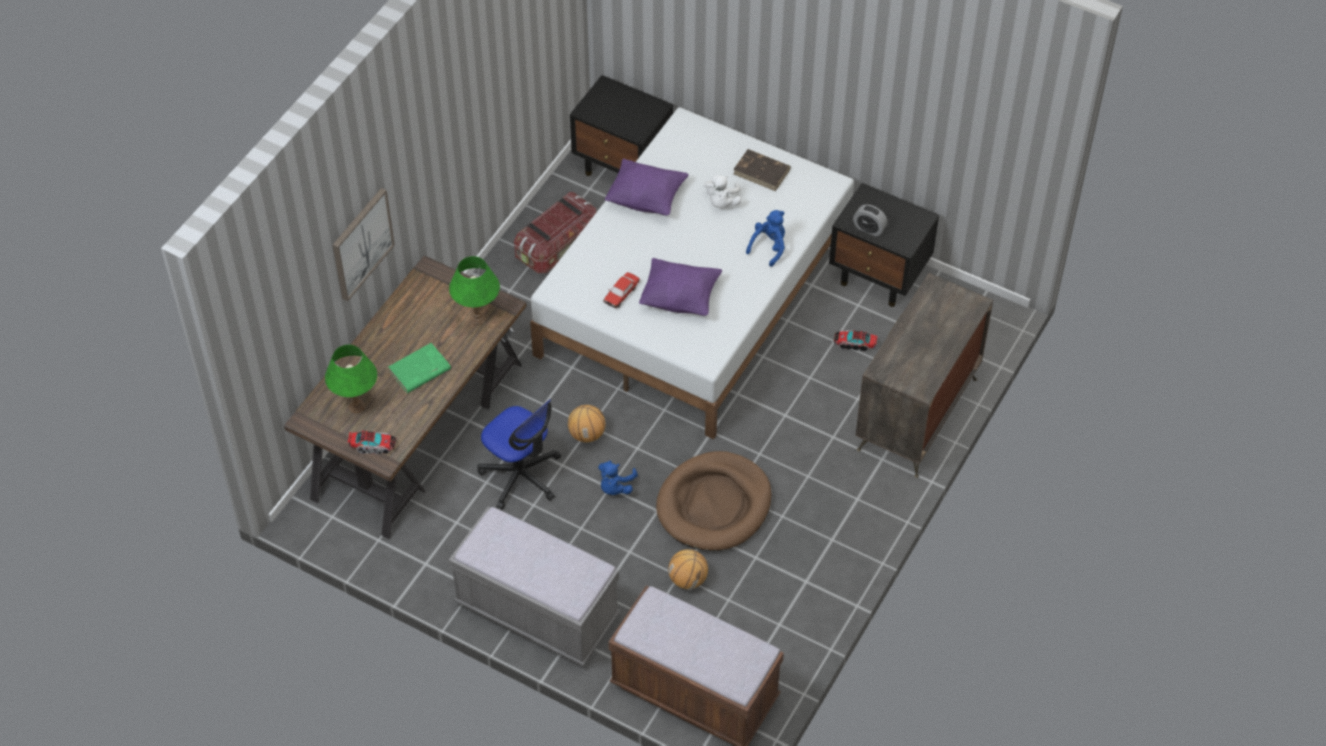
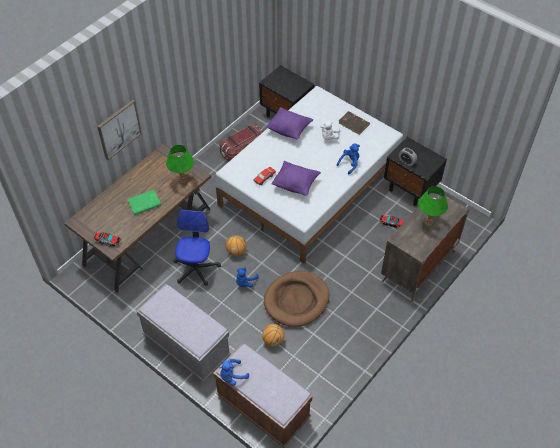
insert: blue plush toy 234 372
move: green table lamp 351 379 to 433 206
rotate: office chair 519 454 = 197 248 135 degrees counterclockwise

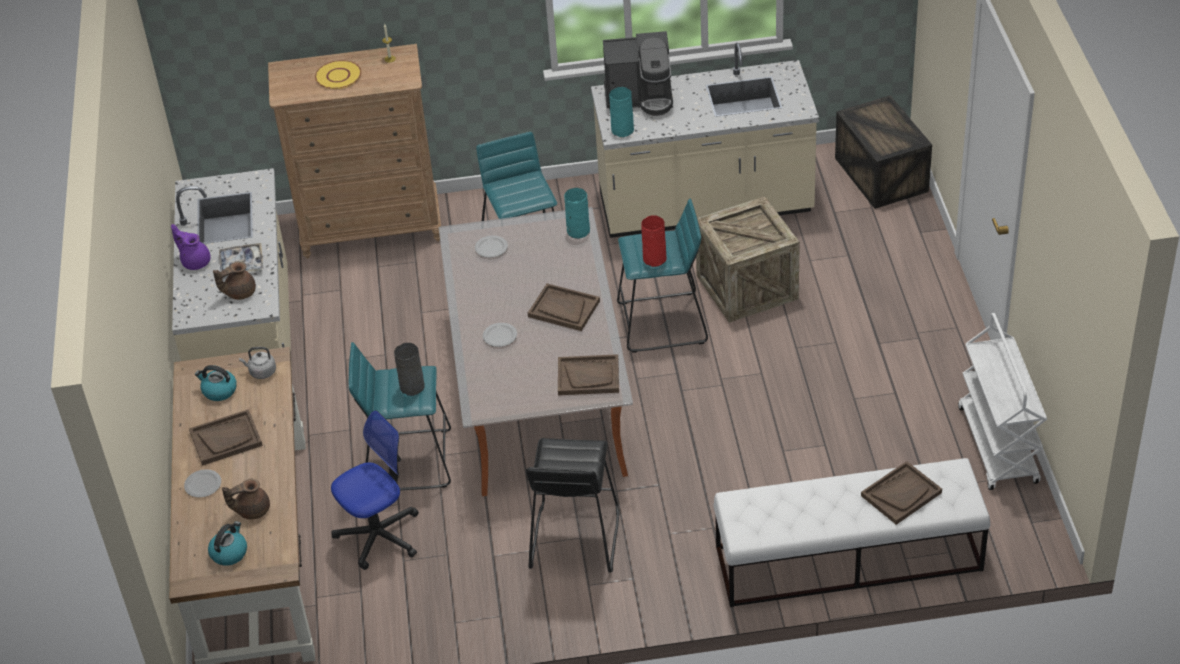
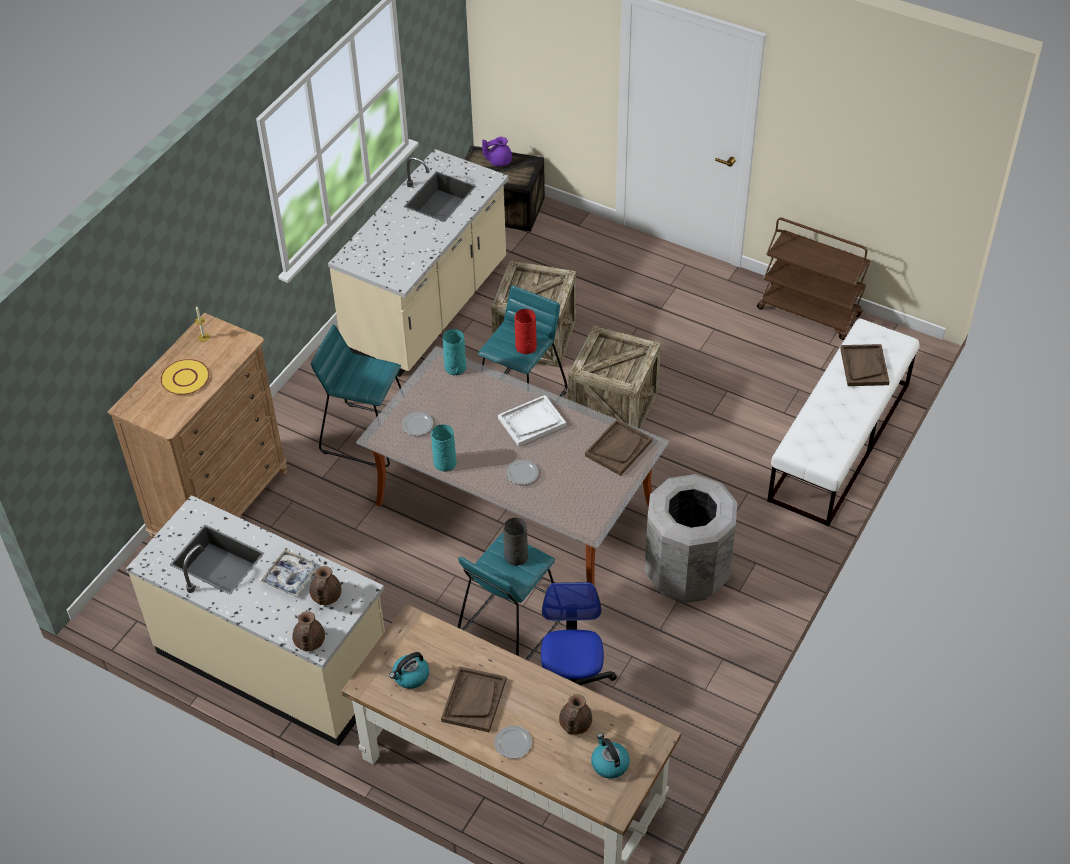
delete: coffee machine 638 73; grey kettle 257 363
insert: crate 614 377; brown teapot 309 631
move: turquoise vase 621 112 to 444 448; purple teapot 191 247 to 497 151
replace: black stool 573 505 to grey trash can 690 538
recolor: brown tray 564 307 to white tray 532 421; white cart 1002 401 to brown cart 814 278

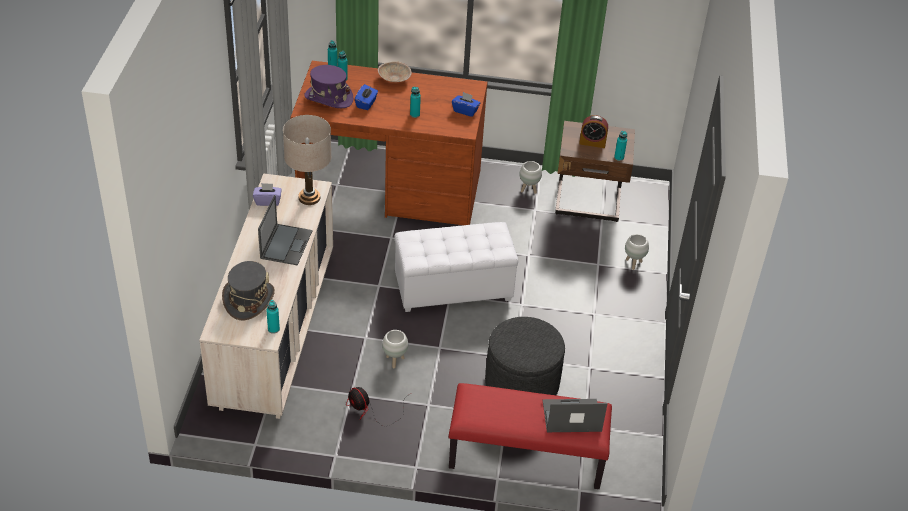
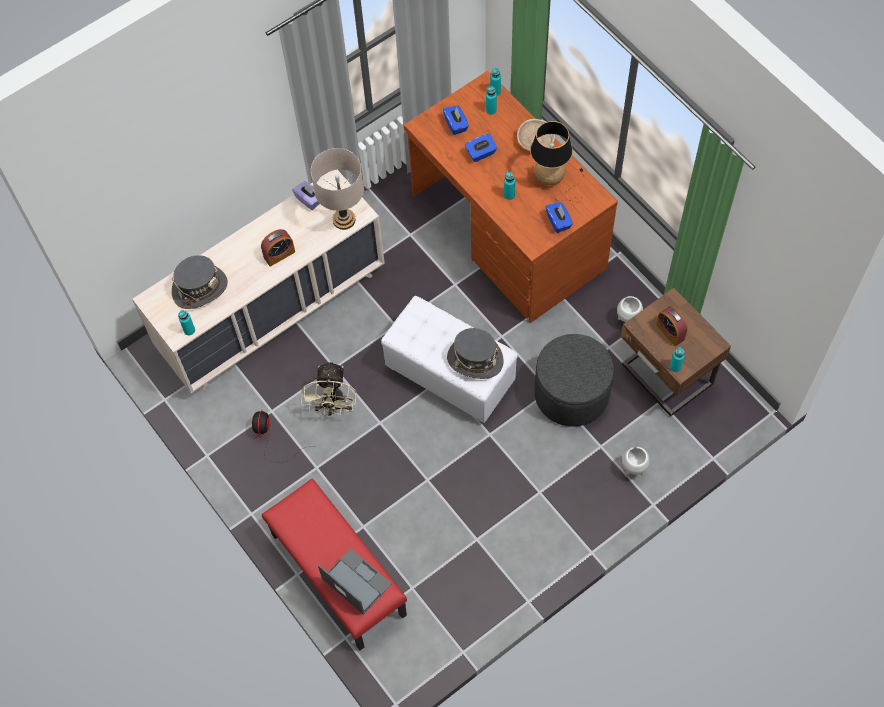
insert: table lamp 556 162; grey hat 475 353
move: grey ottoman 525 356 to 574 380
replace: purple hat 328 86 to blue tissue box 456 120; laptop 285 230 to alarm clock 278 247; white planter 395 349 to beige fan 329 388

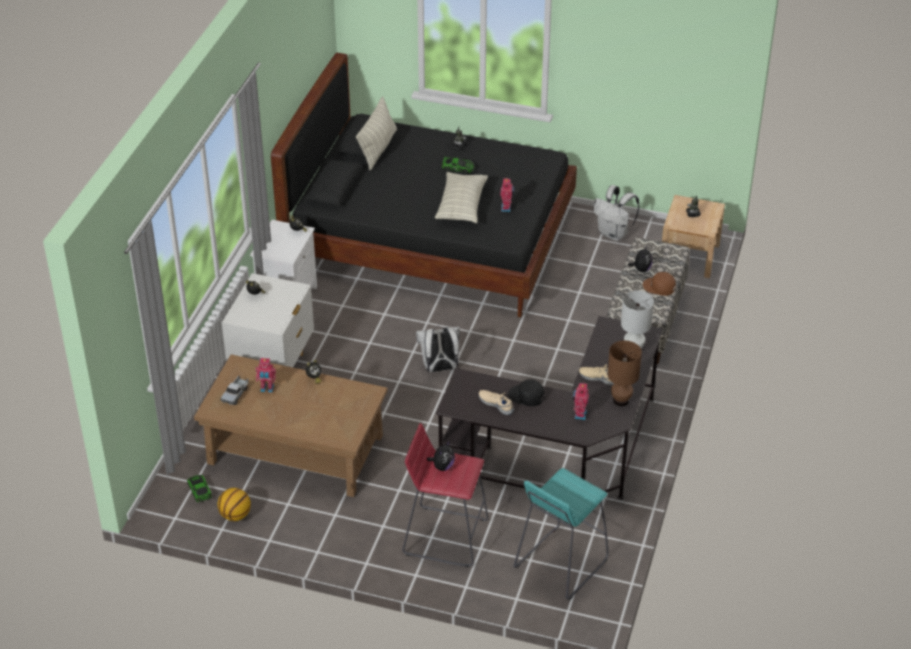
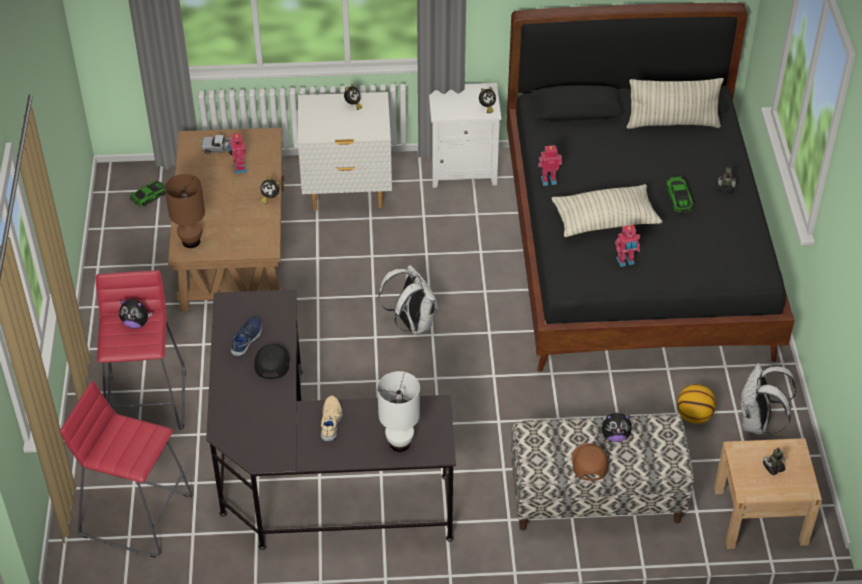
move: brown table lamp 625 373 to 185 211; toy robot 581 401 to 550 165; basketball 234 504 to 696 404
recolor: beige shoe 496 402 to blue shoe 246 336; turquoise stool 561 534 to red stool 126 469

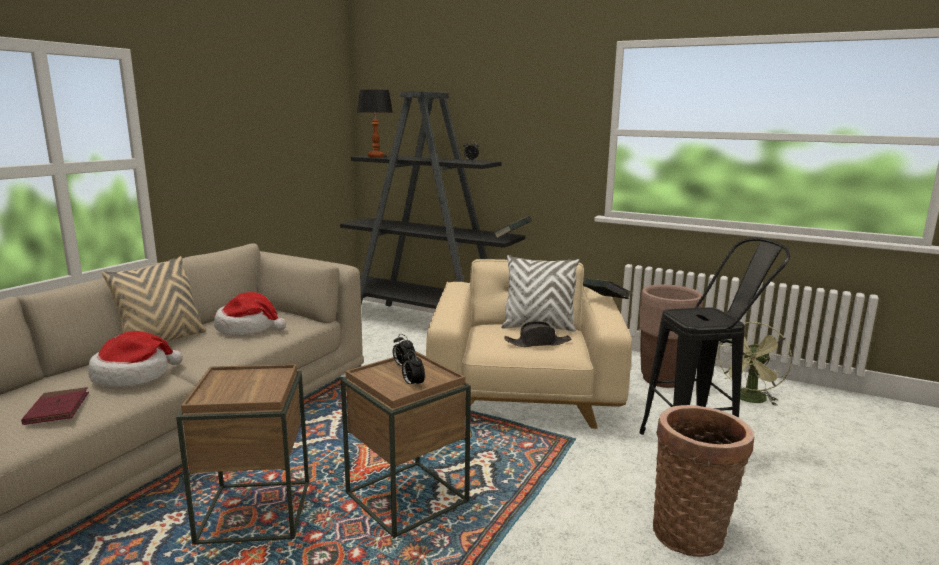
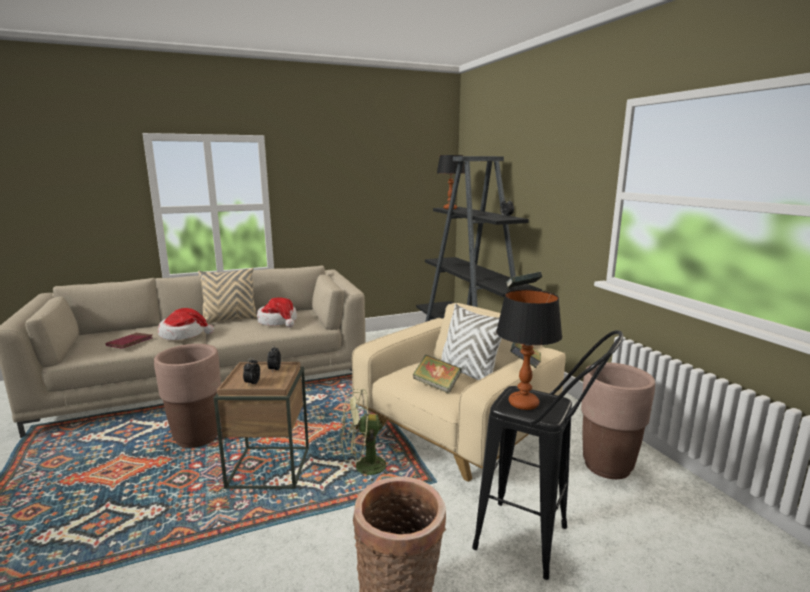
insert: table lamp 529 349
move: green fan 754 364 to 367 435
replace: black hat 537 334 to book 437 374; brown side table 242 454 to brown planter 187 396

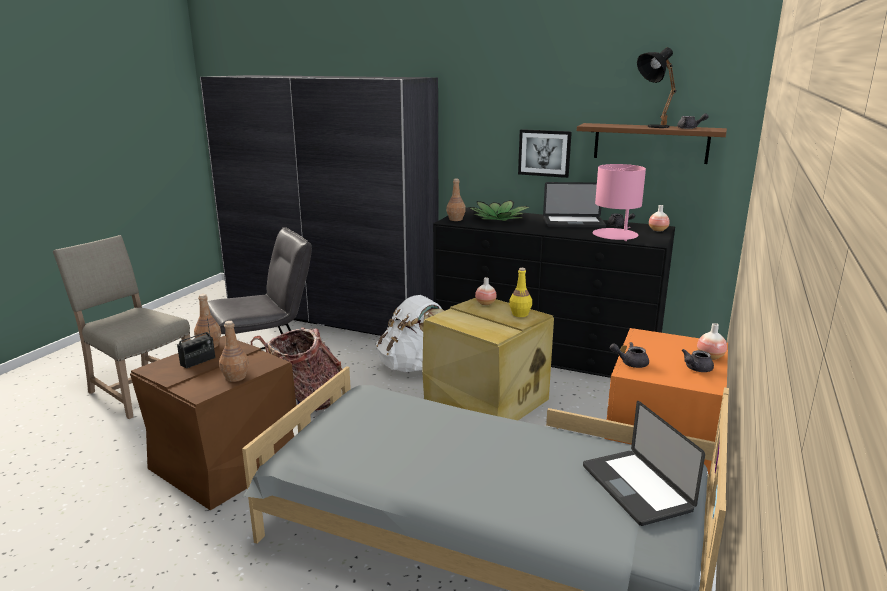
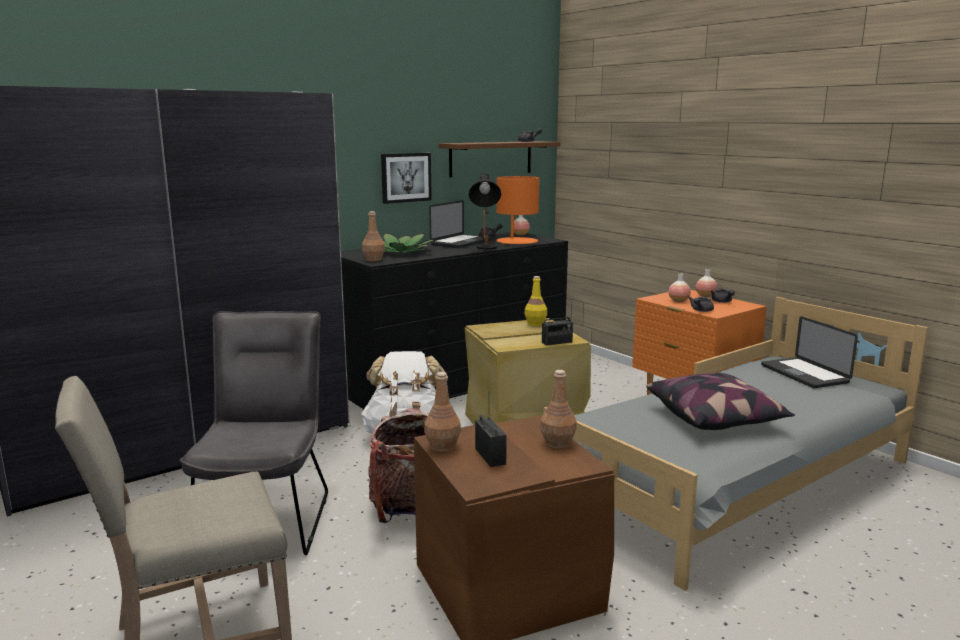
insert: radio 557 323; pillow 720 401
move: black table lamp 657 87 to 485 211; vase 485 291 to 679 288
recolor: pink table lamp 619 202 to orange table lamp 518 210
rotate: laptop 644 463 = 809 352 60 degrees clockwise

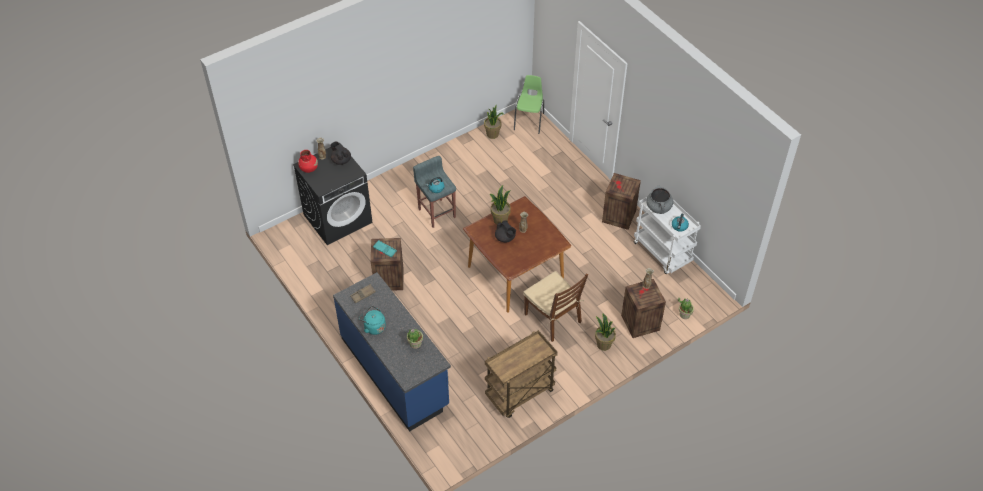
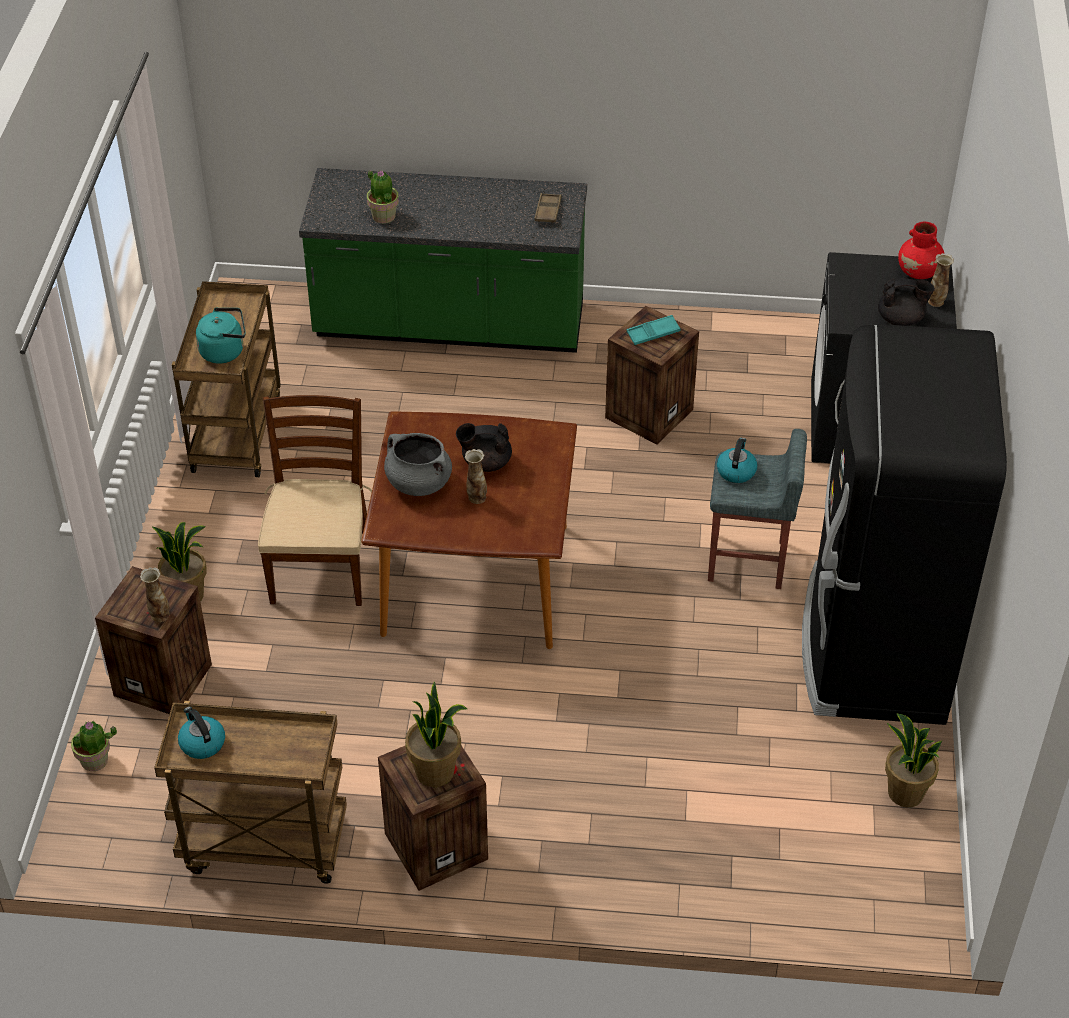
delete: green chair 529 104
insert: black fridge 904 524
move: potted plant 500 205 to 436 734; grey cooking pot 659 199 to 418 464; turquoise kettle 372 320 to 221 336
recolor: white cart 667 235 to brown cart 250 792; blue counter 392 351 to green counter 443 260
rotate: brown chair 556 306 = 315 500 90 degrees clockwise

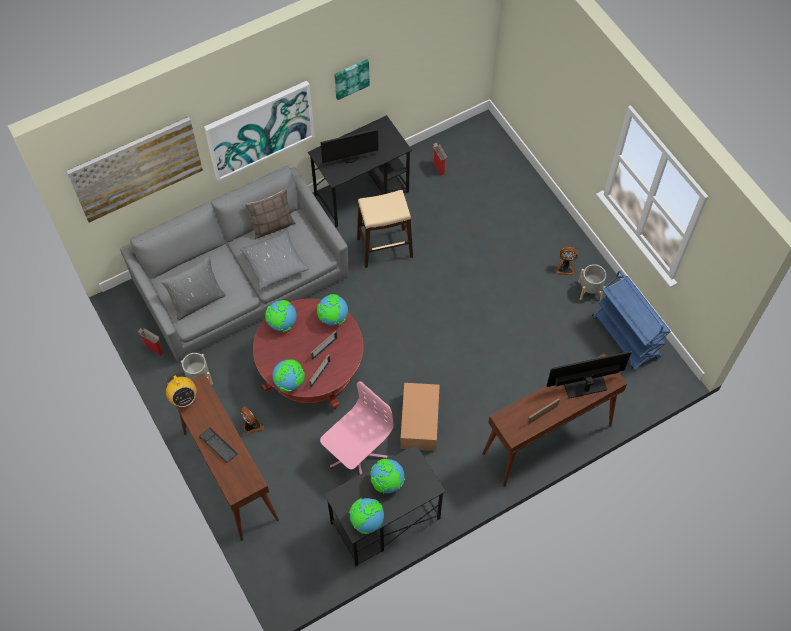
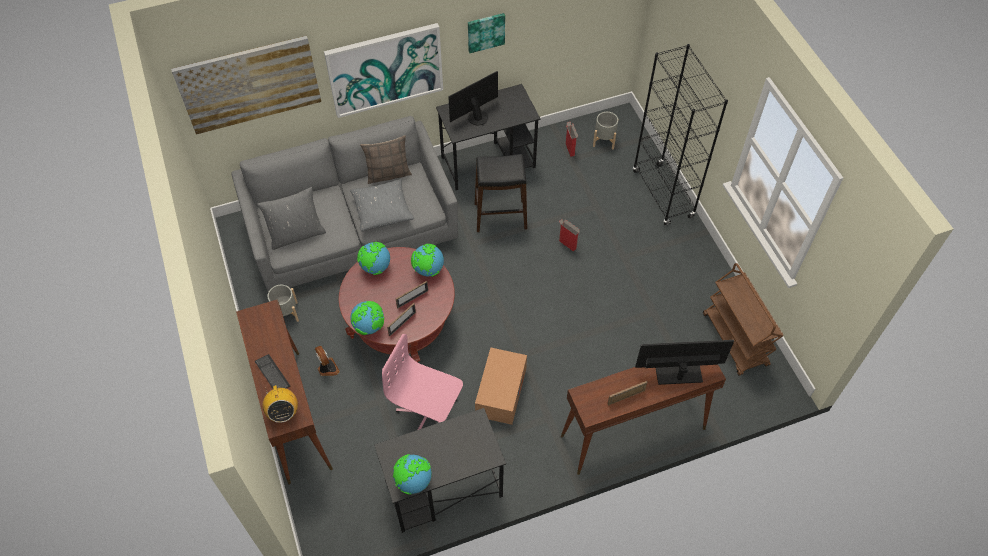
delete: fan 567 261; globe 387 476
insert: black bookcase 680 135
move: grey planter 592 282 to 605 131; cardboard box 150 342 to 569 235; radio 181 391 to 280 404
recolor: beige stool 385 229 to black stool 501 193; blue cart 631 321 to brown cart 743 319
rotate: monitor 349 146 = 473 98 150 degrees clockwise; pink office chair 356 428 = 422 382 120 degrees counterclockwise

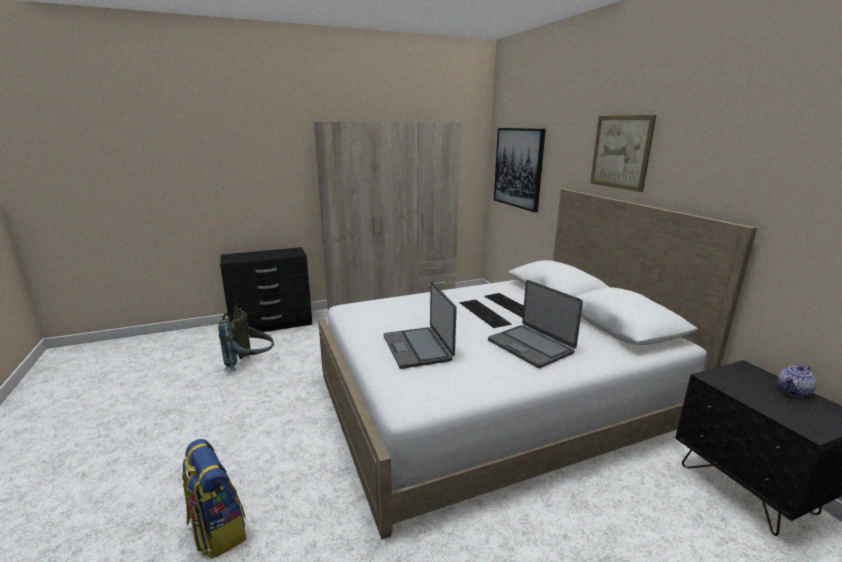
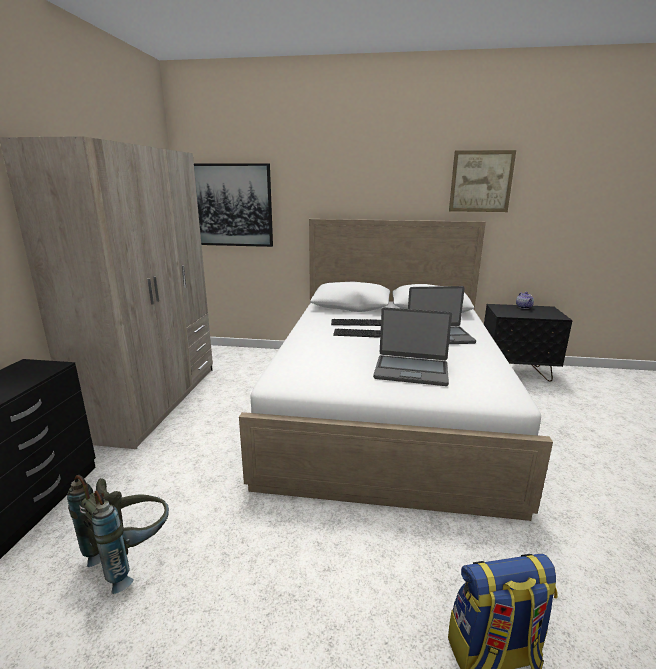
move: picture 623 153 to 482 181

